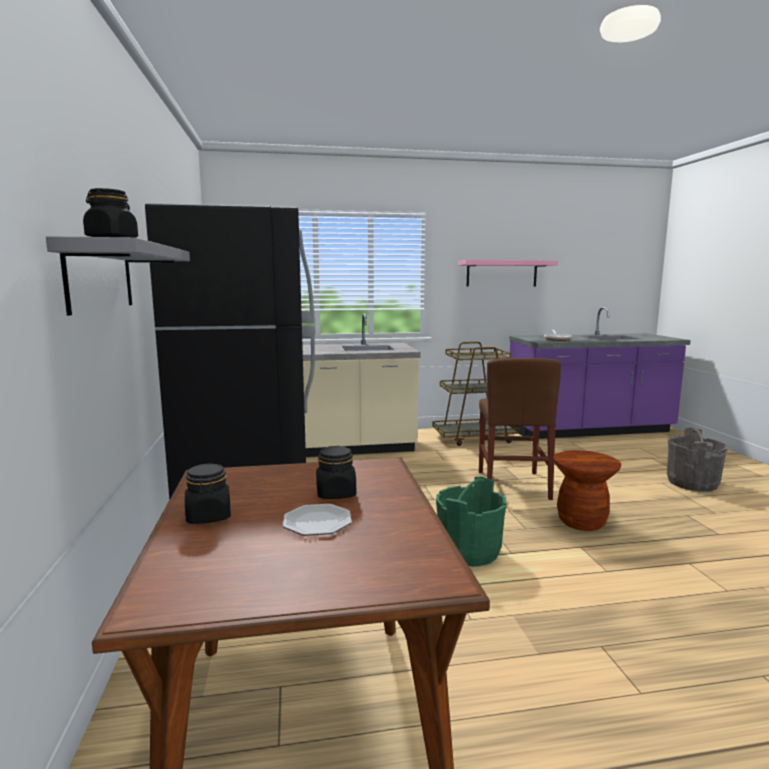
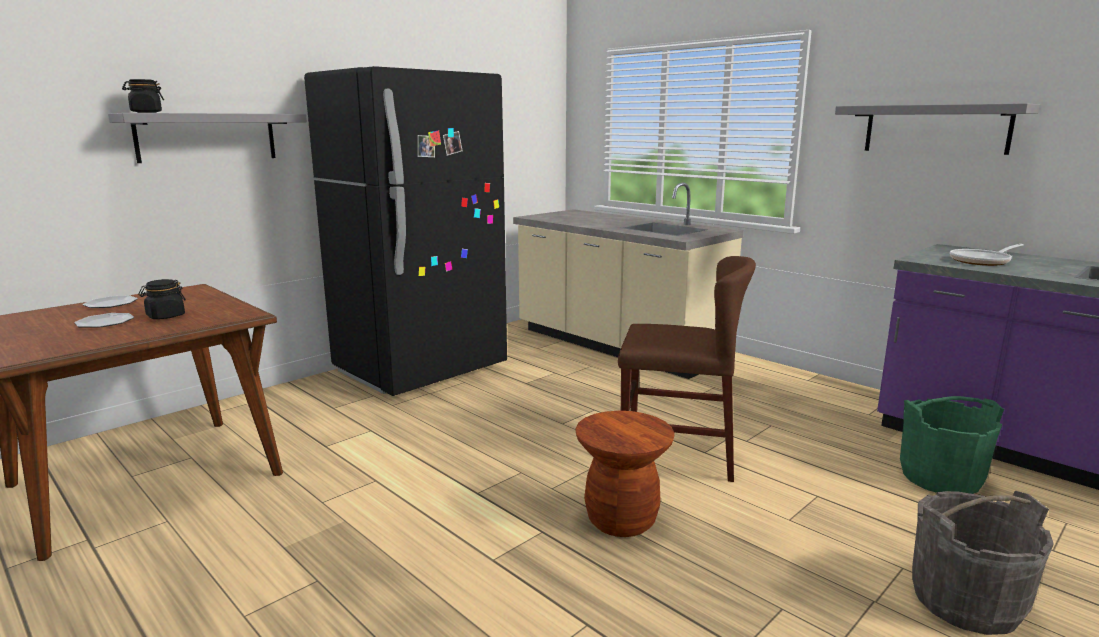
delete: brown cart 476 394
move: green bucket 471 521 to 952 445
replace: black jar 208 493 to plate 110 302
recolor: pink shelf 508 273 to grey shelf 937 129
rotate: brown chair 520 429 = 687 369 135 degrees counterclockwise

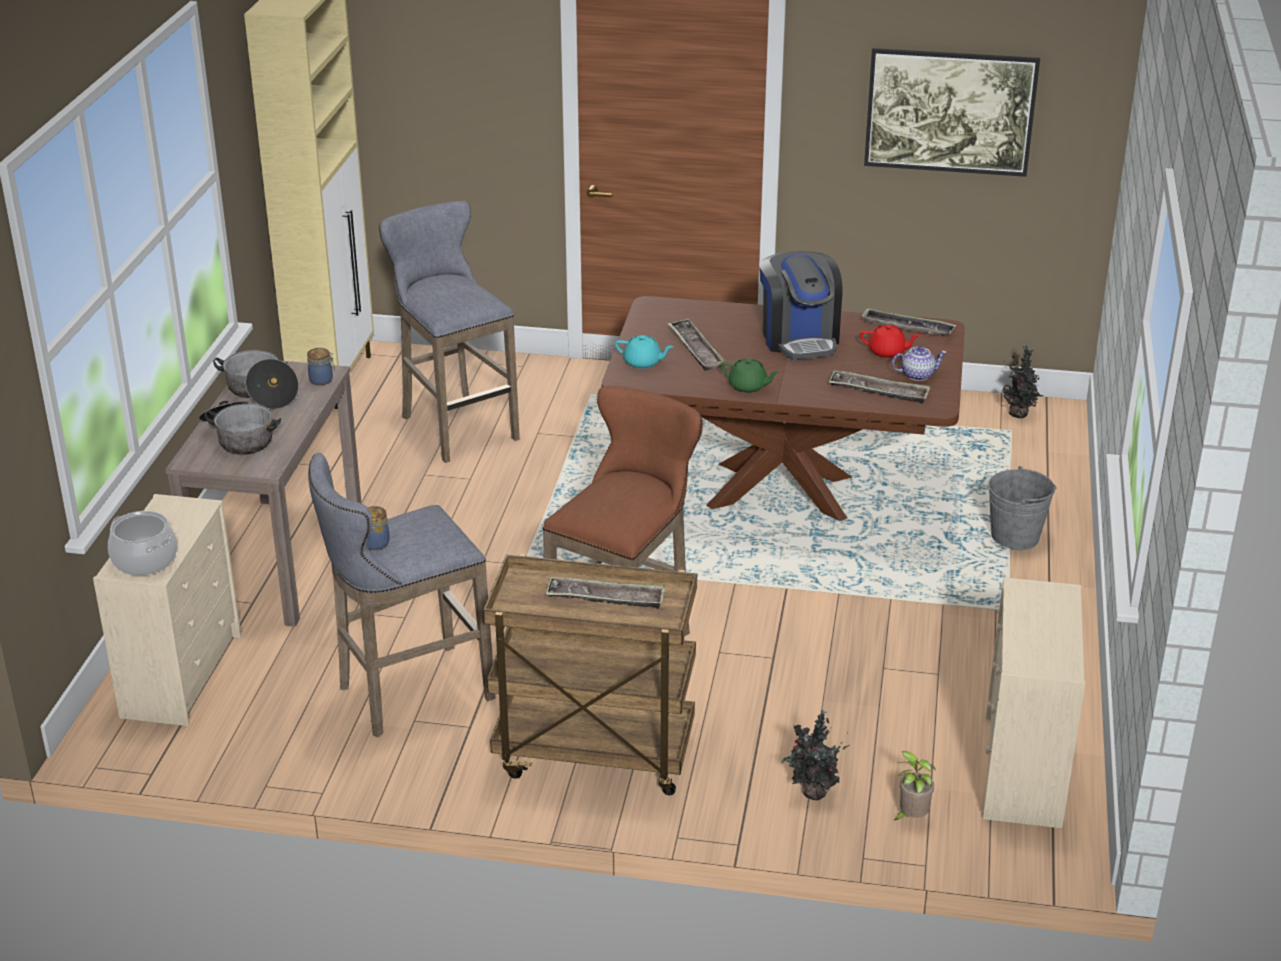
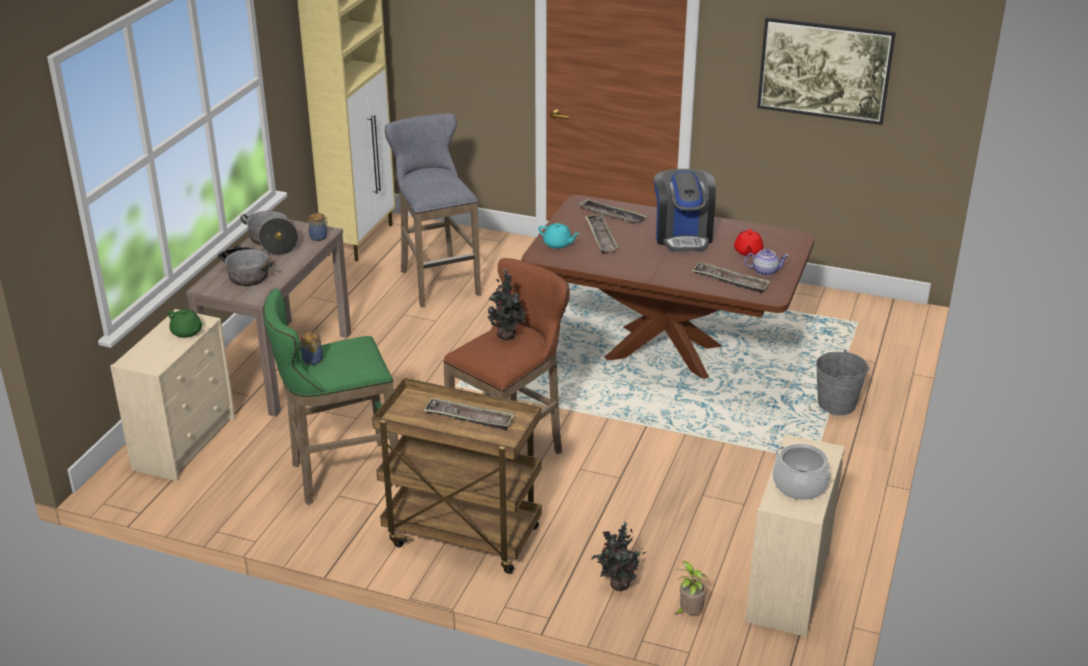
move: tray 908 322 to 612 211; potted plant 1022 381 to 506 304; green teapot 750 376 to 185 324; cooking pot 142 543 to 802 472
recolor: grey stool 402 595 to green stool 331 397
rotate: red teapot 890 341 = 748 242 75 degrees clockwise

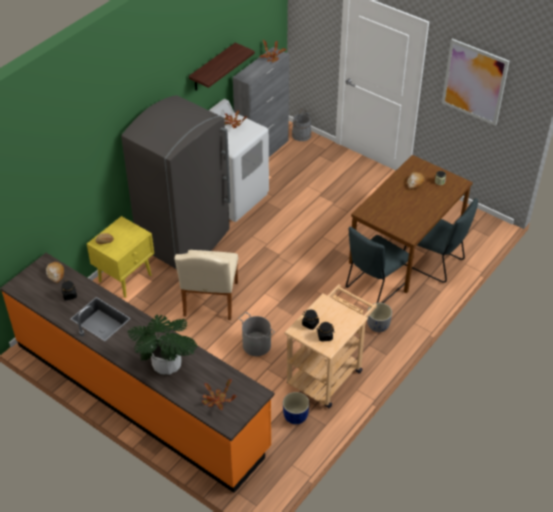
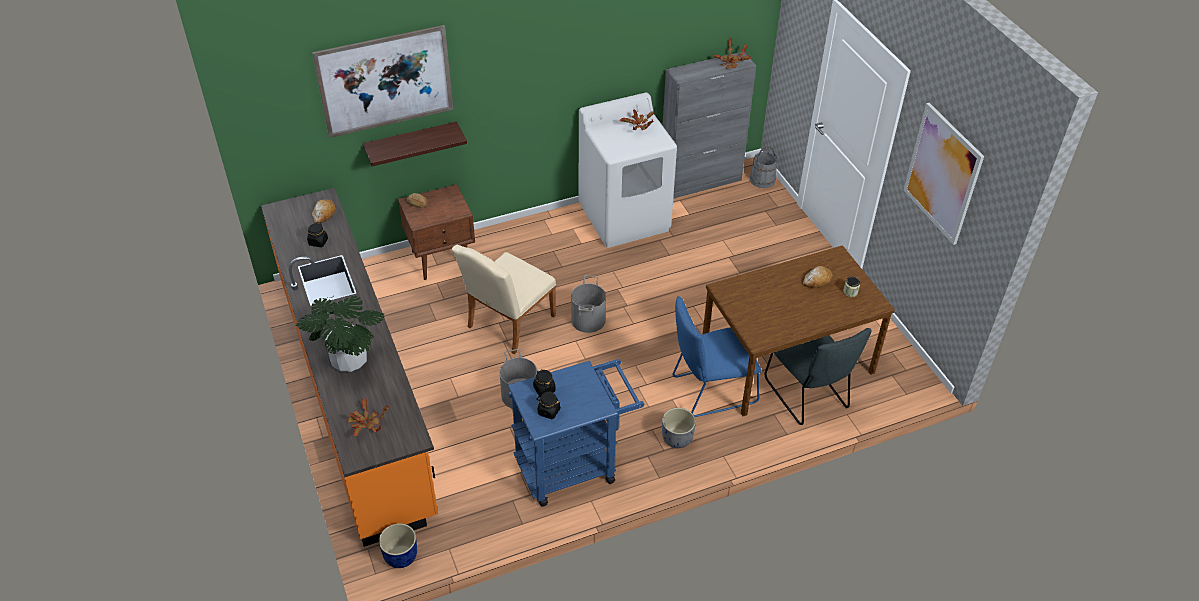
delete: grey fridge 176 182
insert: picture 382 81; grey bucket 588 304
move: shelf 222 66 to 415 143; blue planter 296 408 to 398 545
recolor: yellow nightstand 120 257 to brown nightstand 436 232; grey chair 377 265 to blue chair 717 356; beige cart 330 346 to blue cart 576 433

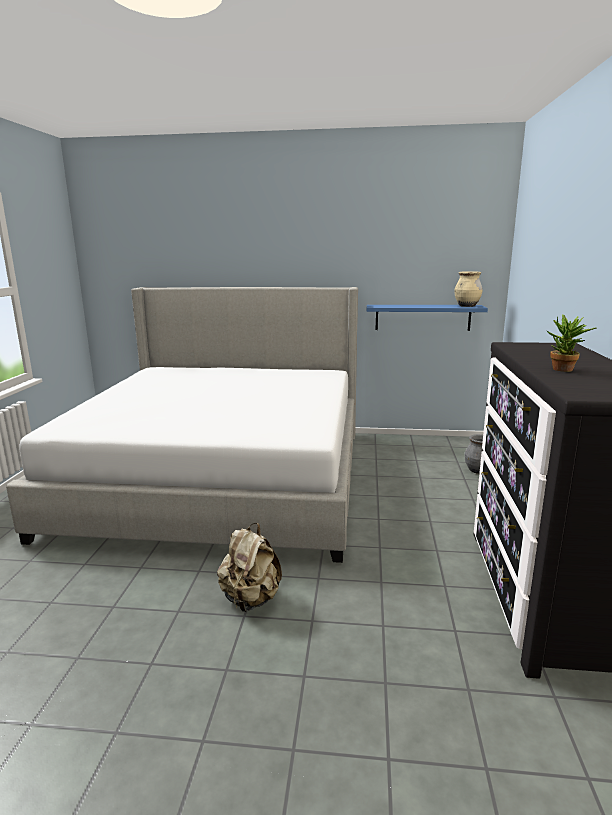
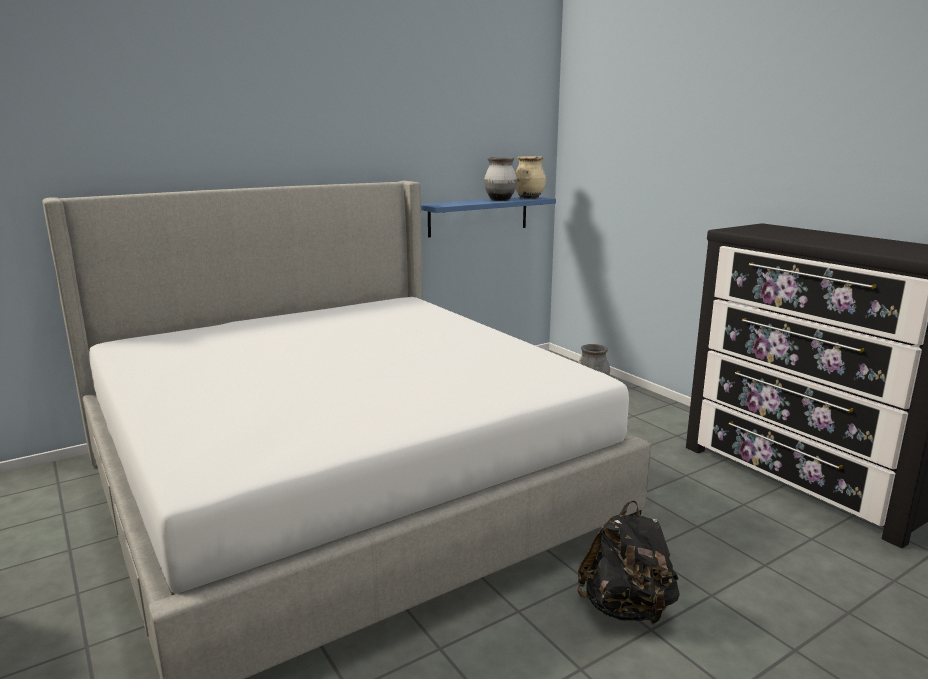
delete: potted plant 572 343
insert: grey vase 500 179
recolor: beige backpack 249 567 to black backpack 628 562

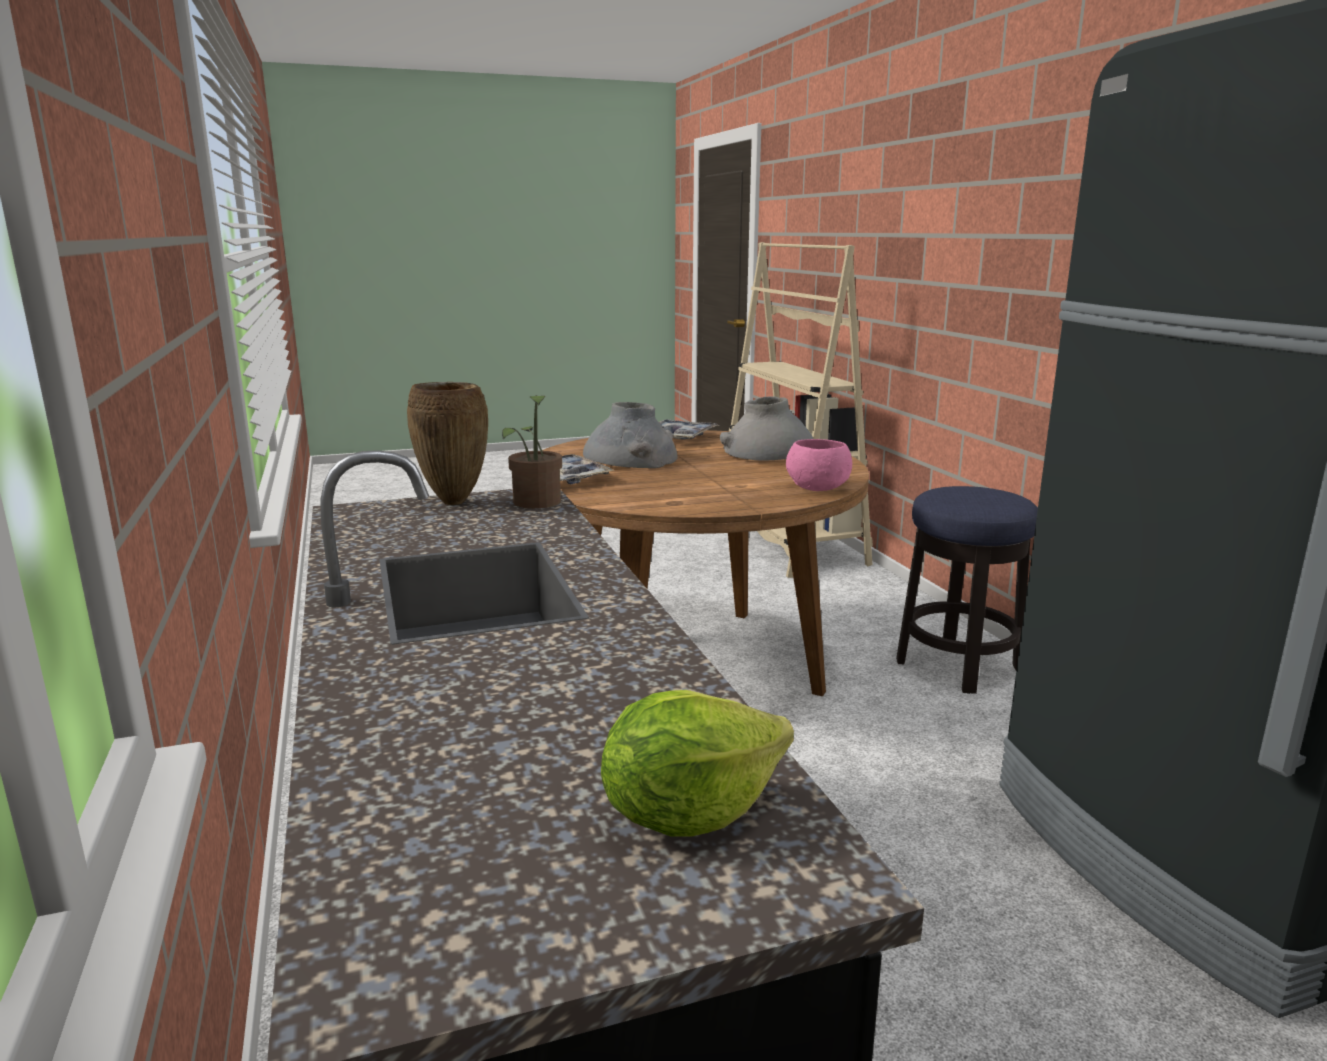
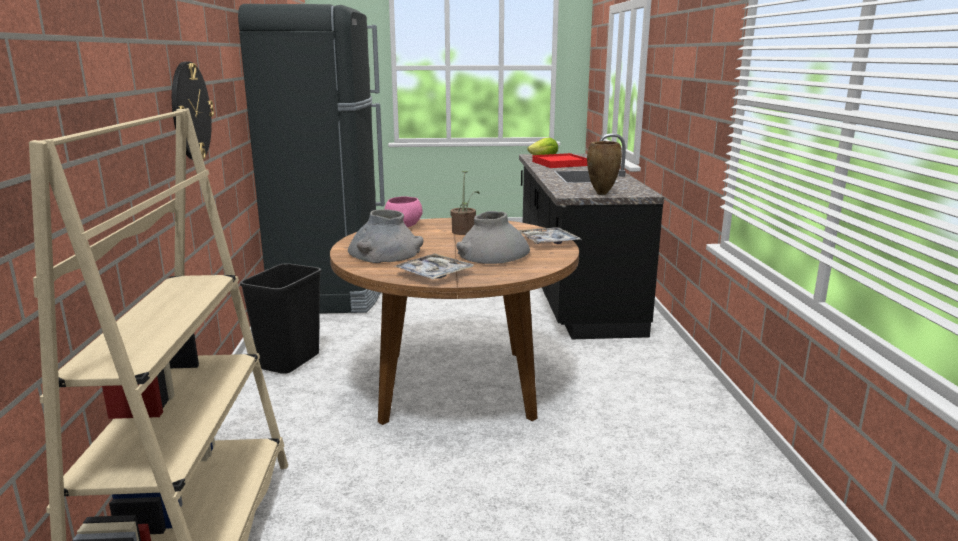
insert: wall clock 193 111; red tray 559 160
move: potted plant 532 452 to 464 203
replace: stool 967 590 to black trash can 281 318

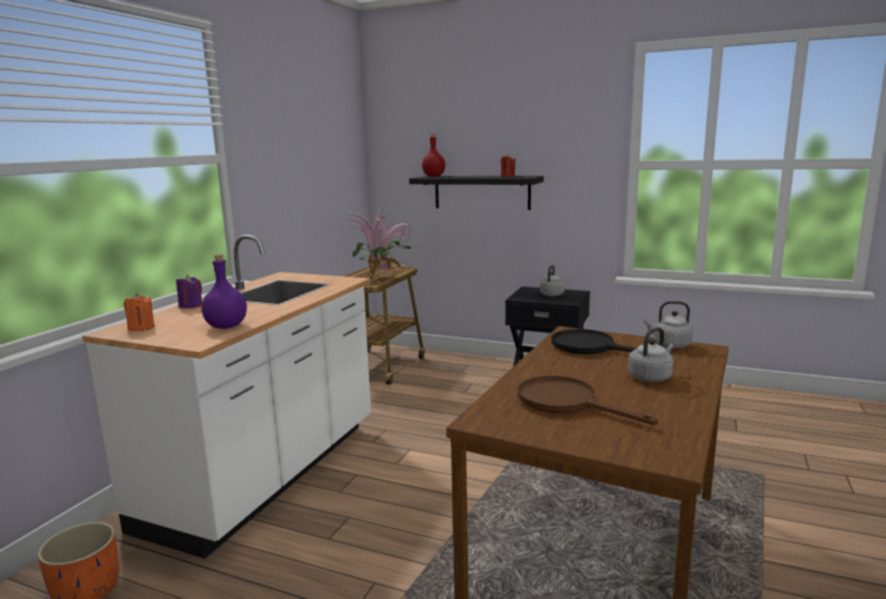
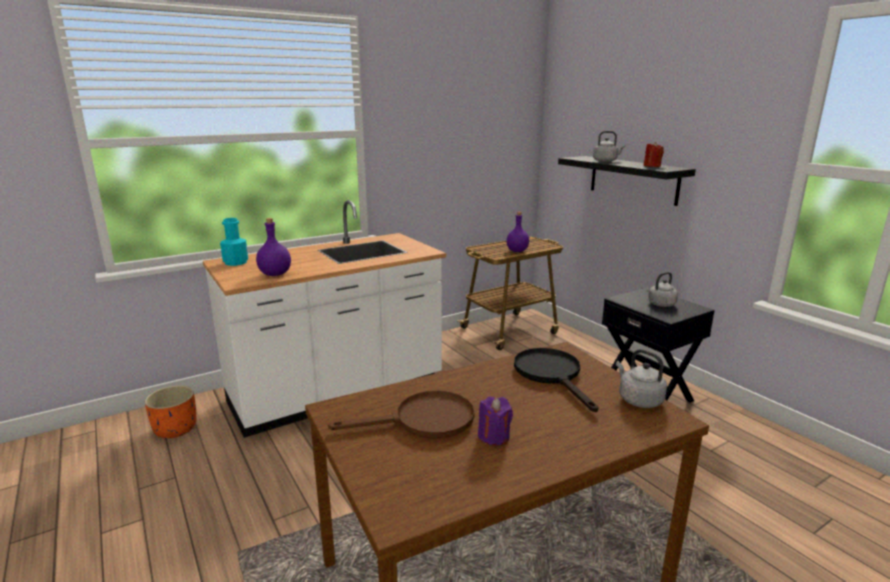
delete: red bottle 433 155
move: purple candle 189 291 to 495 421; grey kettle 651 354 to 609 146
replace: potted plant 378 243 to purple bottle 517 232; orange candle 139 312 to turquoise bottle 234 242
rotate: brown frying pan 587 400 = 401 415 90 degrees clockwise

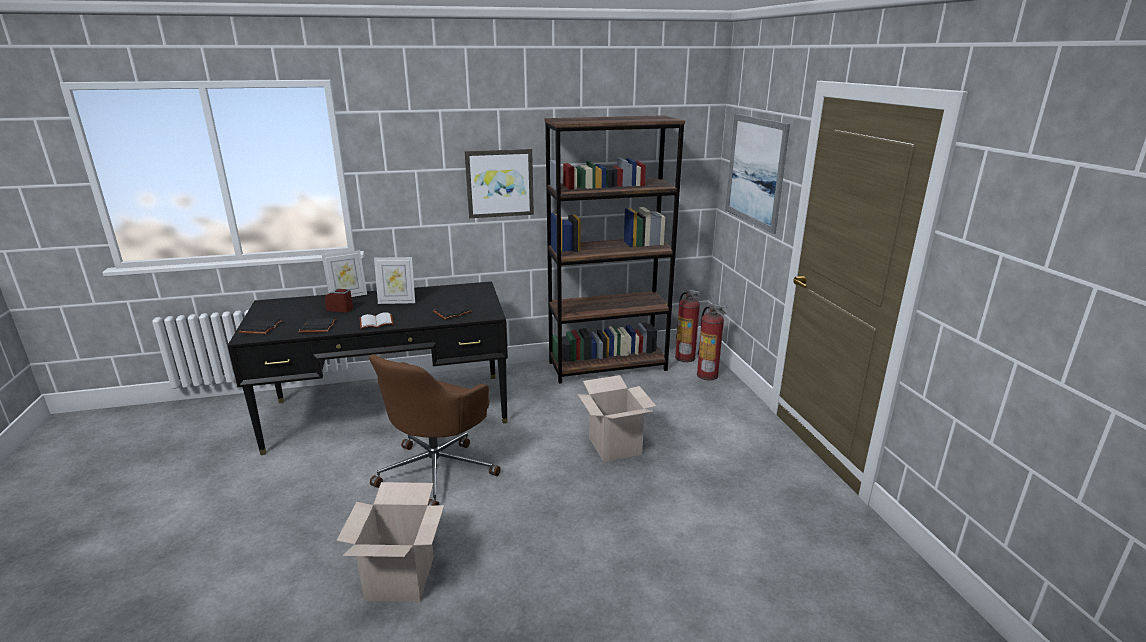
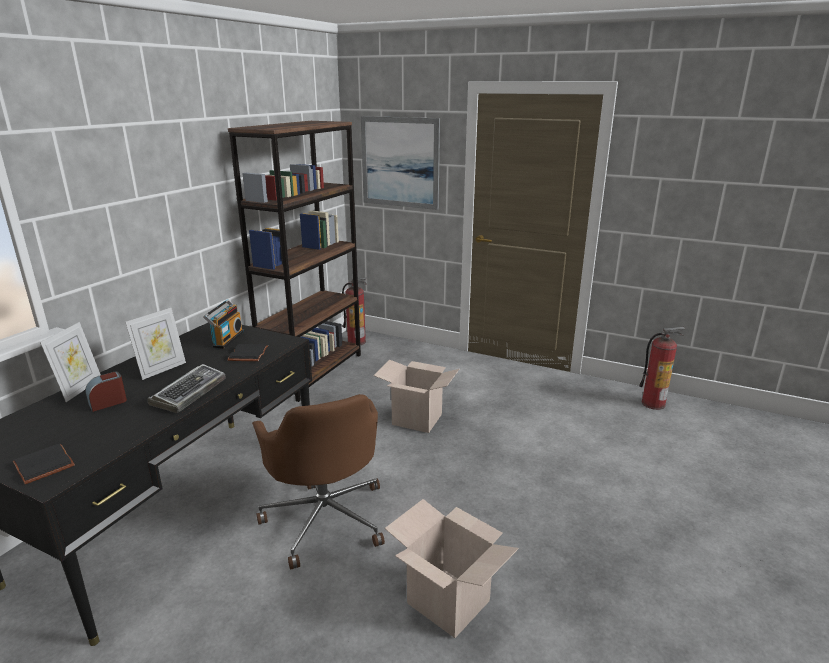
delete: picture 499 183; black book 318 325
insert: radio 223 324
move: fire extinguisher 711 342 to 662 368
replace: white book 376 320 to keyboard 186 388

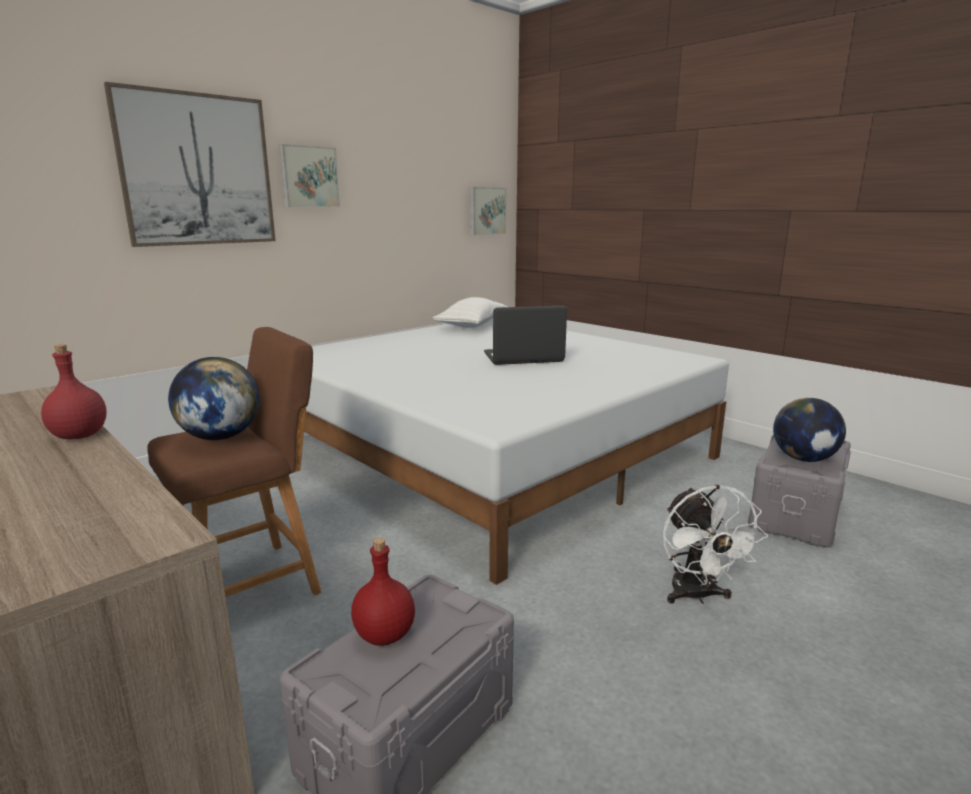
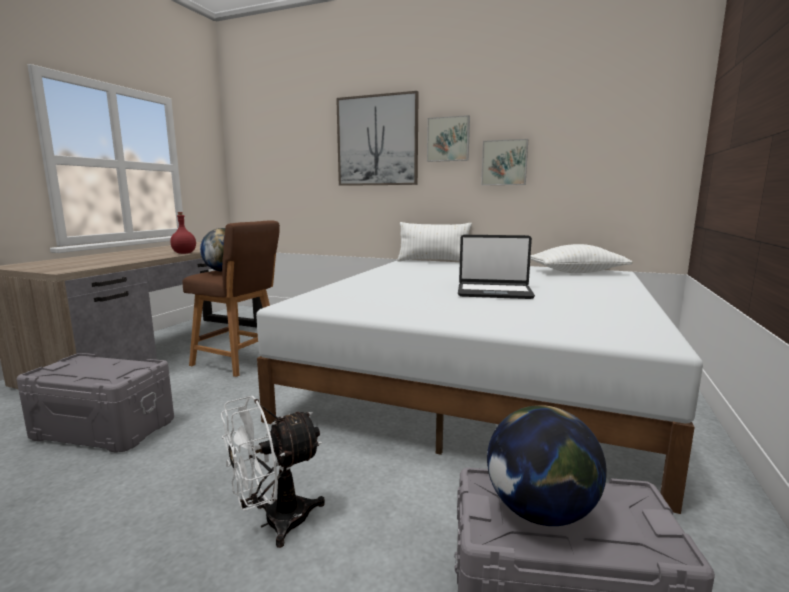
delete: red bottle 383 592
insert: white pillow 434 241
move: picture 488 211 to 504 162
rotate: laptop 525 335 = 496 267 135 degrees clockwise

